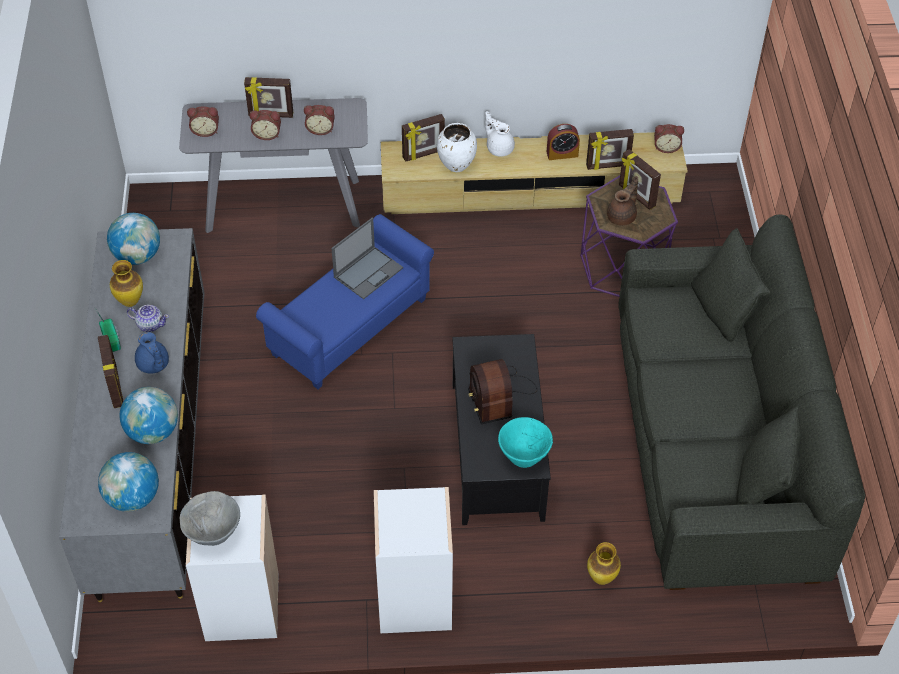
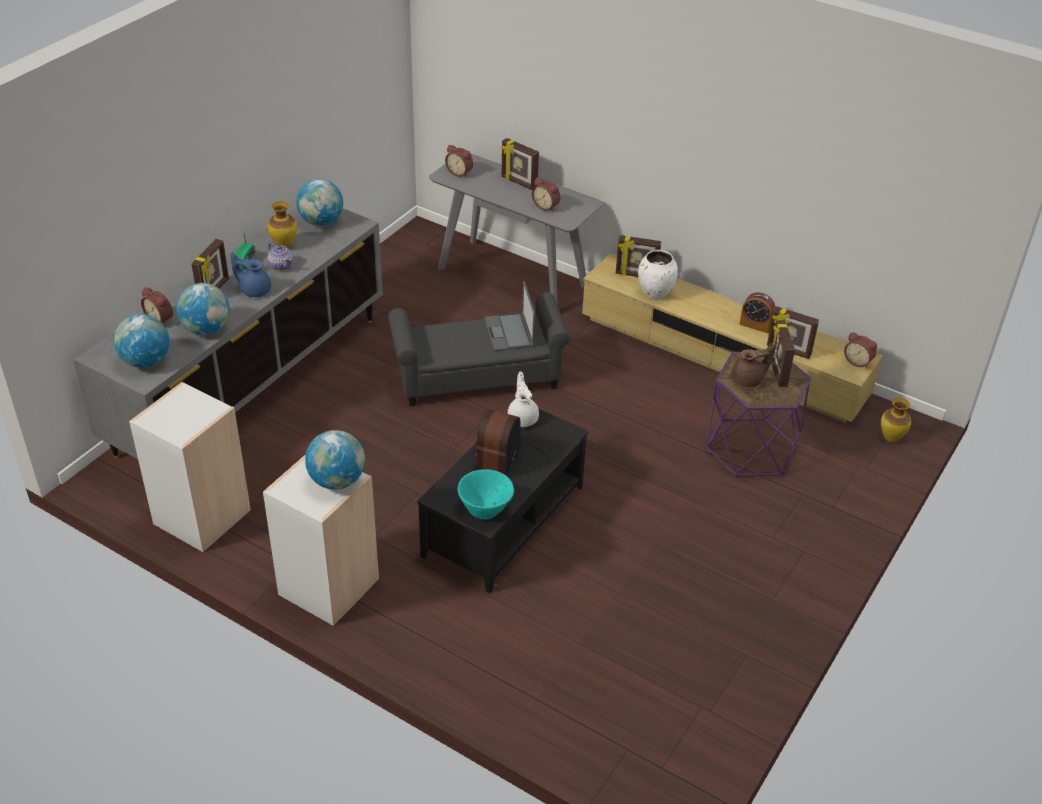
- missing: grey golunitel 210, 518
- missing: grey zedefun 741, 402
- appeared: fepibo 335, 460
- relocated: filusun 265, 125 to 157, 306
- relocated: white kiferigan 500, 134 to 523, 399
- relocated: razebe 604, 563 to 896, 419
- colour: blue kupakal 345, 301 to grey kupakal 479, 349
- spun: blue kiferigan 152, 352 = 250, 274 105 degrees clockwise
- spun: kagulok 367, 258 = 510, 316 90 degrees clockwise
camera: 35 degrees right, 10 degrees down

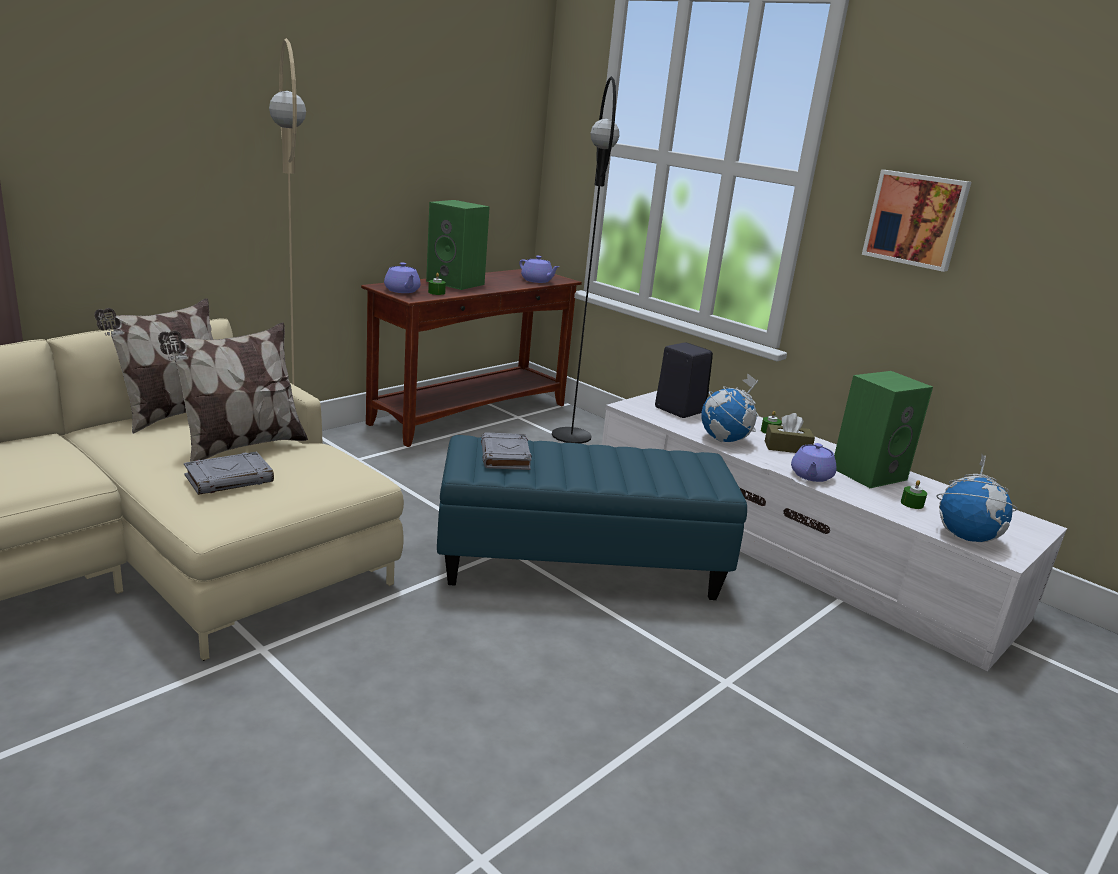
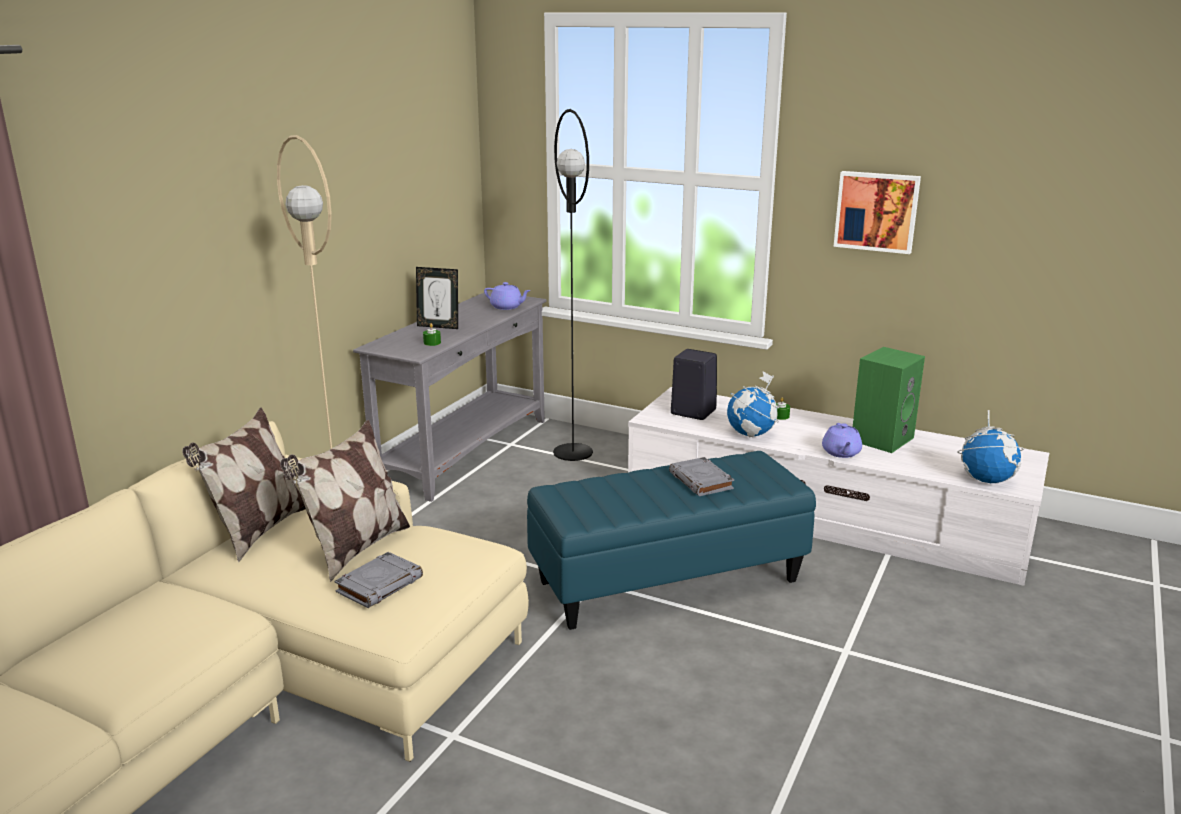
- missing: purple kiferigan 402, 278
- missing: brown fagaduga 790, 433
- missing: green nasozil 914, 494
- relocated: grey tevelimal 506, 451 to 701, 476
- exchanged: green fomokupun 458, 245 to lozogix 437, 298
- colour: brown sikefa 471, 358 to grey sikefa 450, 396
camera: 15 degrees left, 0 degrees up

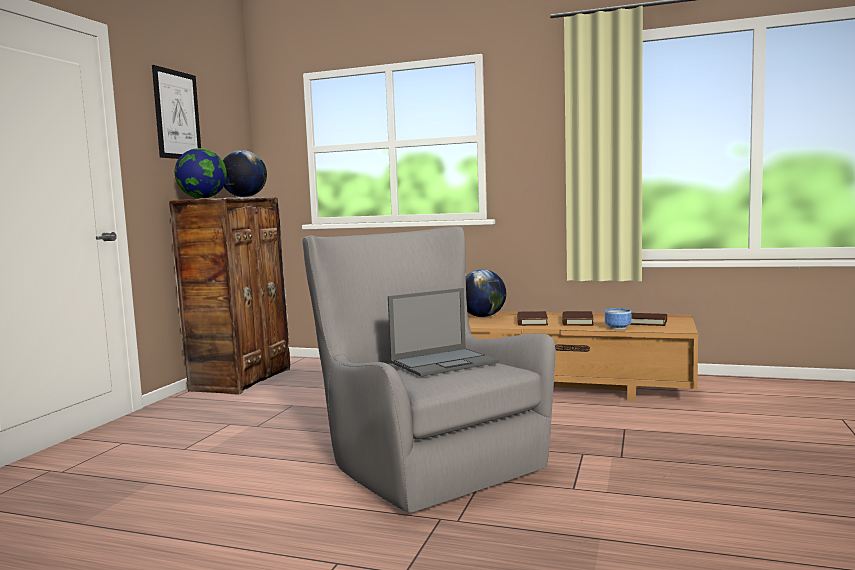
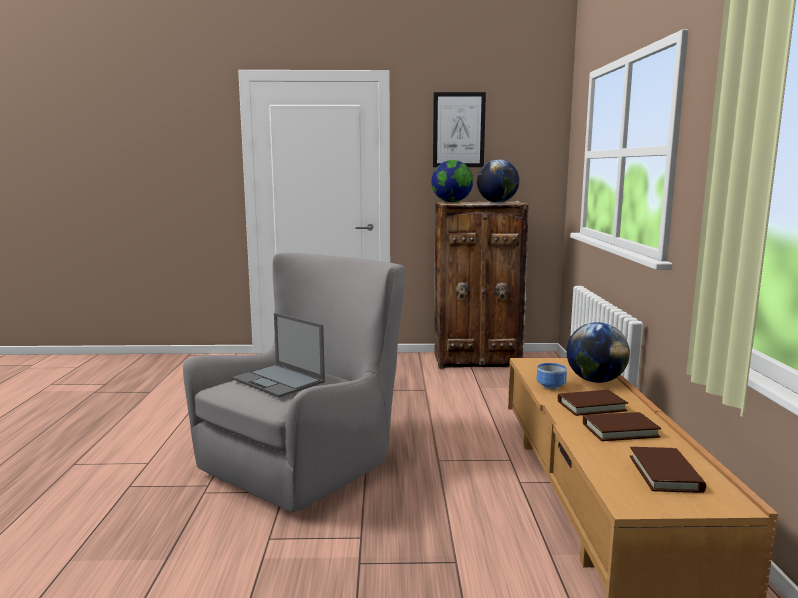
- relocated: golunitel 618, 319 to 552, 376
camera: 70 degrees right, 5 degrees up

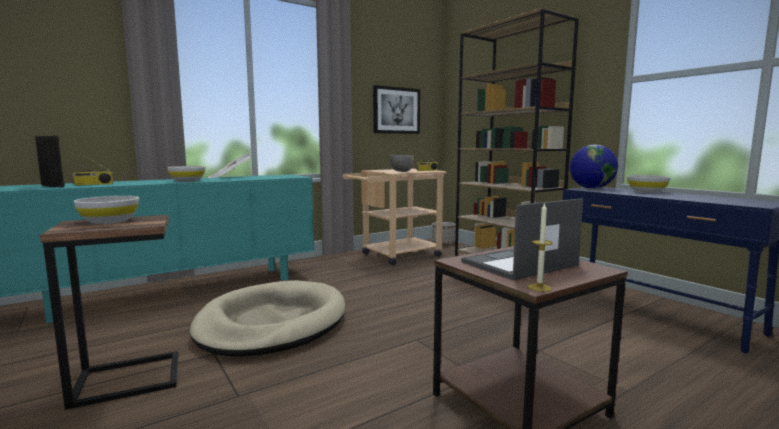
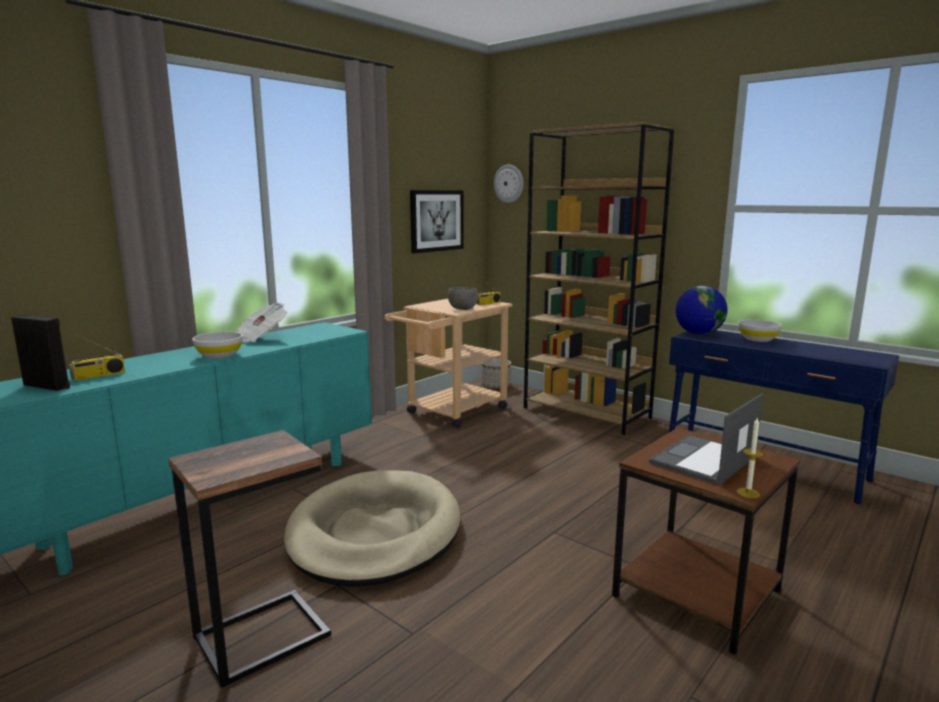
- missing: white golunitel 106, 210
- appeared: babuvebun 508, 183
camera: 15 degrees left, 5 degrees up

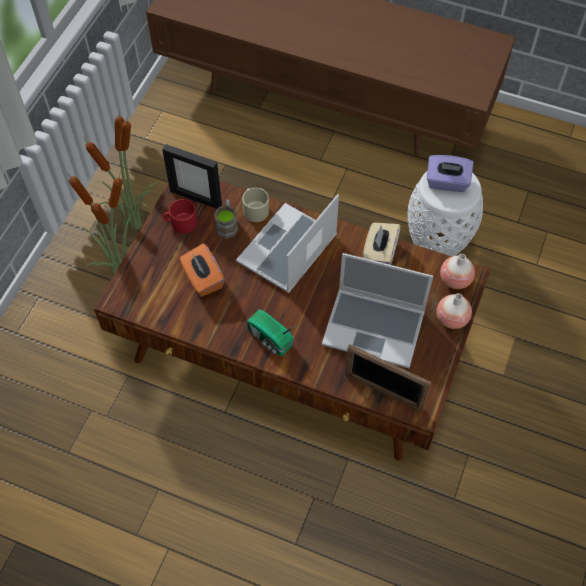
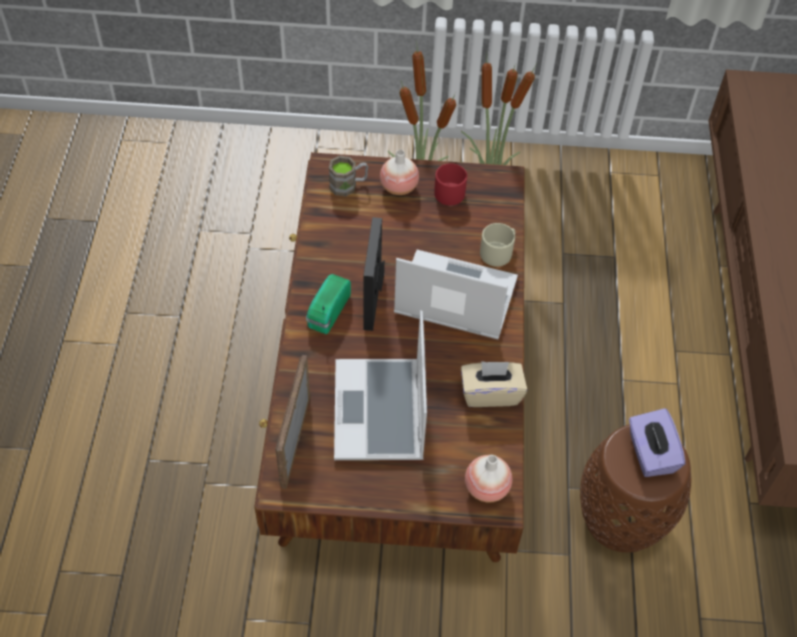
- missing: orange fagaduga 202, 270
- relocated: lozogix 192, 176 to 374, 274
- relocated: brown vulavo 226, 219 to 348, 176
- relocated: razebe 454, 311 to 399, 172
- colour: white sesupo 445, 213 to brown sesupo 635, 488
camera: 70 degrees right, 5 degrees down

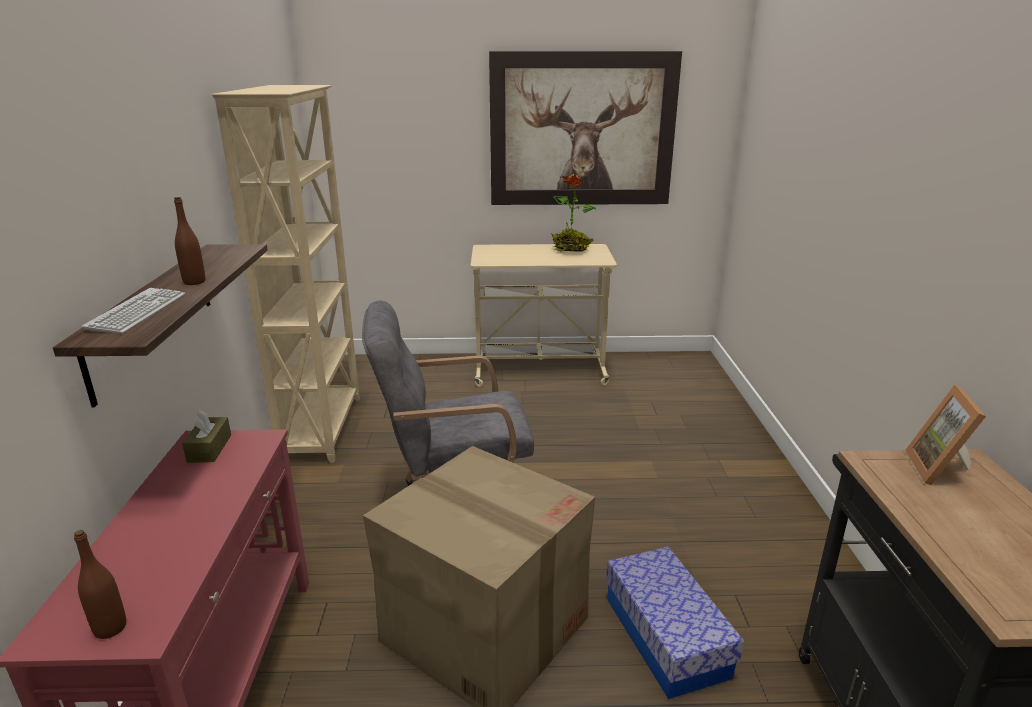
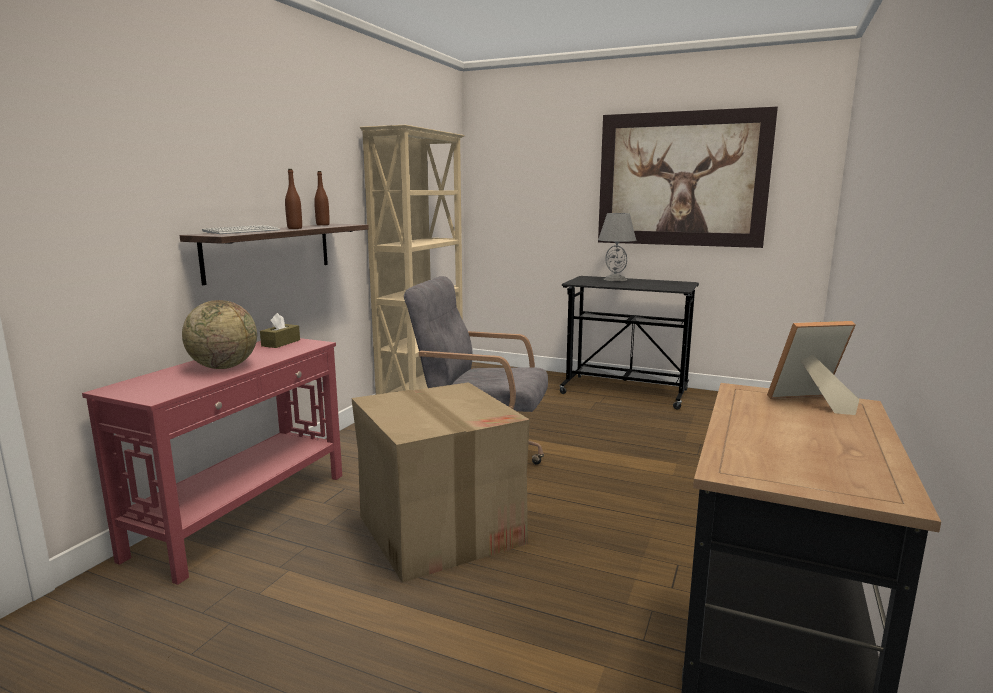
- missing: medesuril 573, 213
- missing: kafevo 675, 623
- appeared: fepibo 219, 334
- appeared: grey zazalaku 617, 247
- relocated: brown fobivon 100, 584 to 322, 198
- colour: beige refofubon 544, 315 to black refofubon 629, 342
- spun: lozogix 945, 435 = 813, 368 45 degrees clockwise
camera: 25 degrees right, 10 degrees down

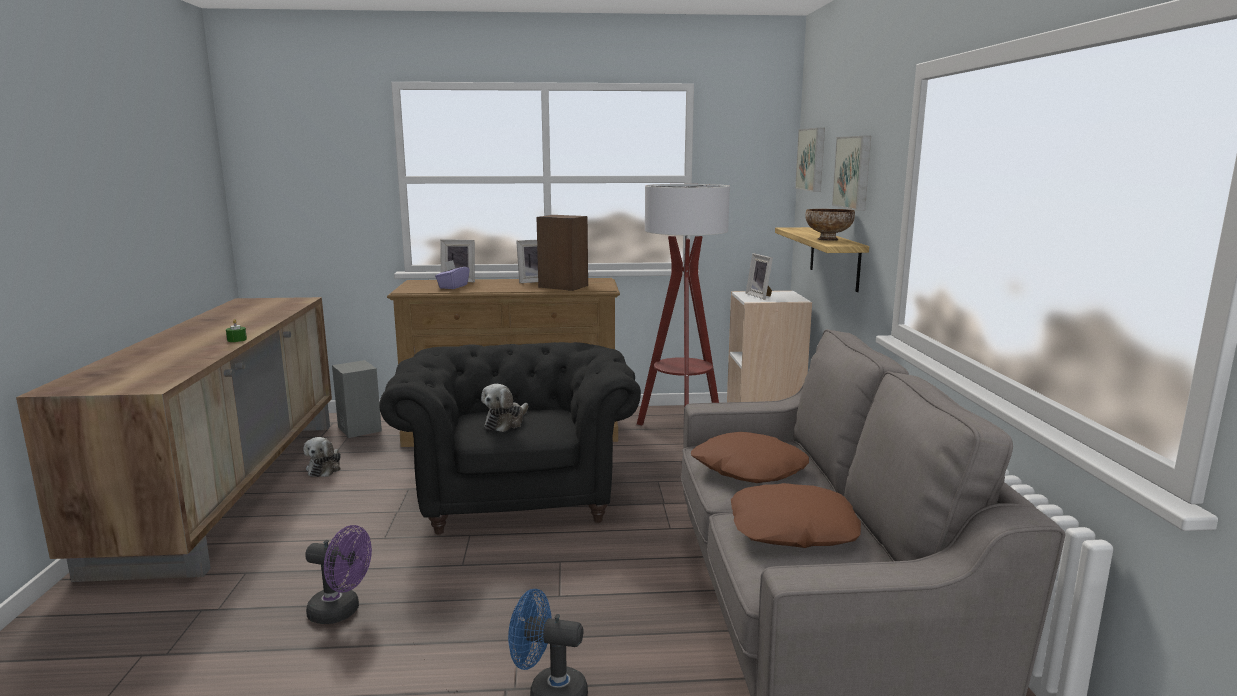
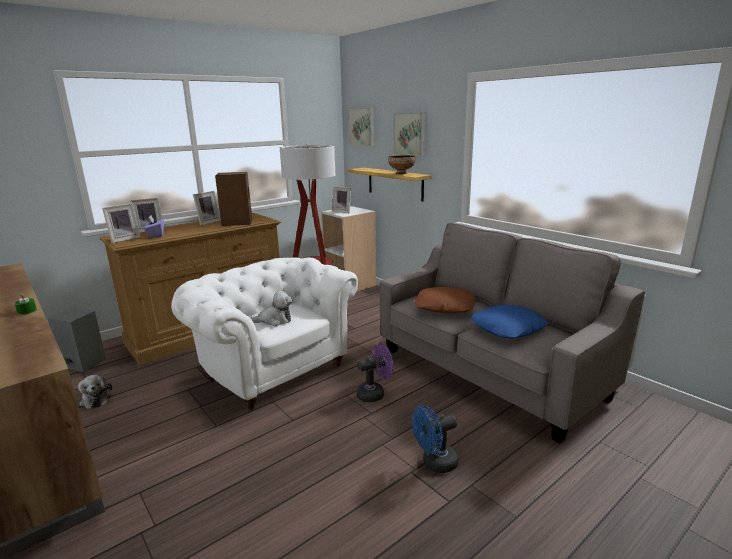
- appeared: lozogix 121, 223
- relocated: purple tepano 338, 574 to 374, 372
- colour: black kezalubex 510, 438 to white kezalubex 264, 334
- colour: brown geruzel 796, 515 to blue geruzel 509, 322
- spun: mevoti 504, 408 = 270, 308 90 degrees counterclockwise
camera: 35 degrees left, 5 degrees up

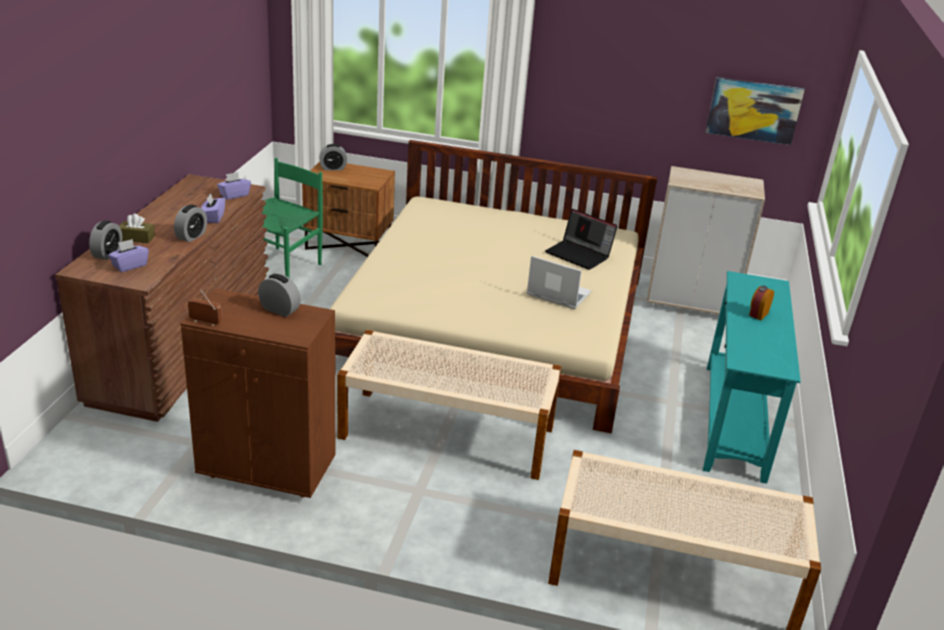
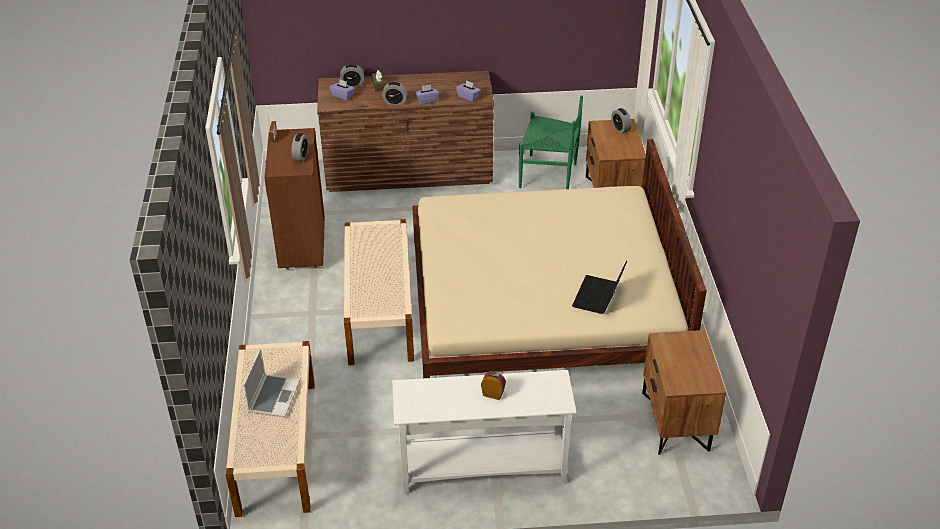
- missing: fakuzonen 755, 111
- relocated: kagulok 559, 282 to 271, 383
- exchanged: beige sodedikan 706, 240 to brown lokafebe 684, 392
- colour: turquoise sikefa 752, 377 to white sikefa 484, 432
camera: 75 degrees right, 10 degrees up

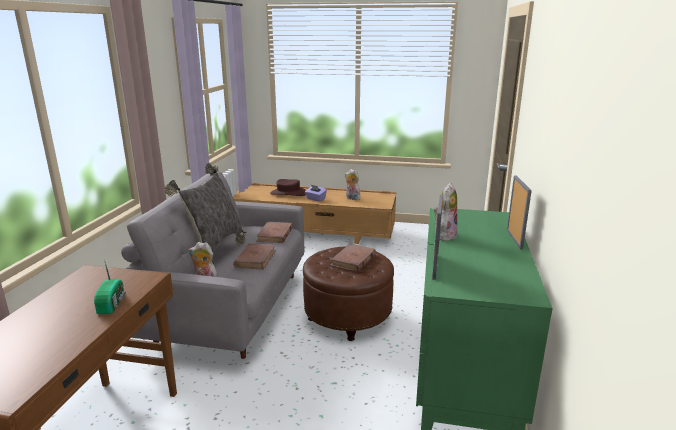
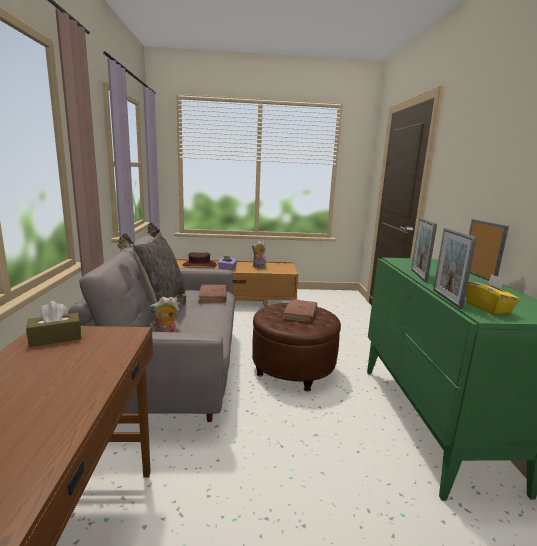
- missing: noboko 110, 286
- missing: brown tevelimal 254, 257
- appeared: brown fagaduga 53, 324
- appeared: yellow fagaduga 493, 294
- exchanged: mevoti 446, 212 to lozogix 424, 250
camera: 15 degrees left, 5 degrees down

